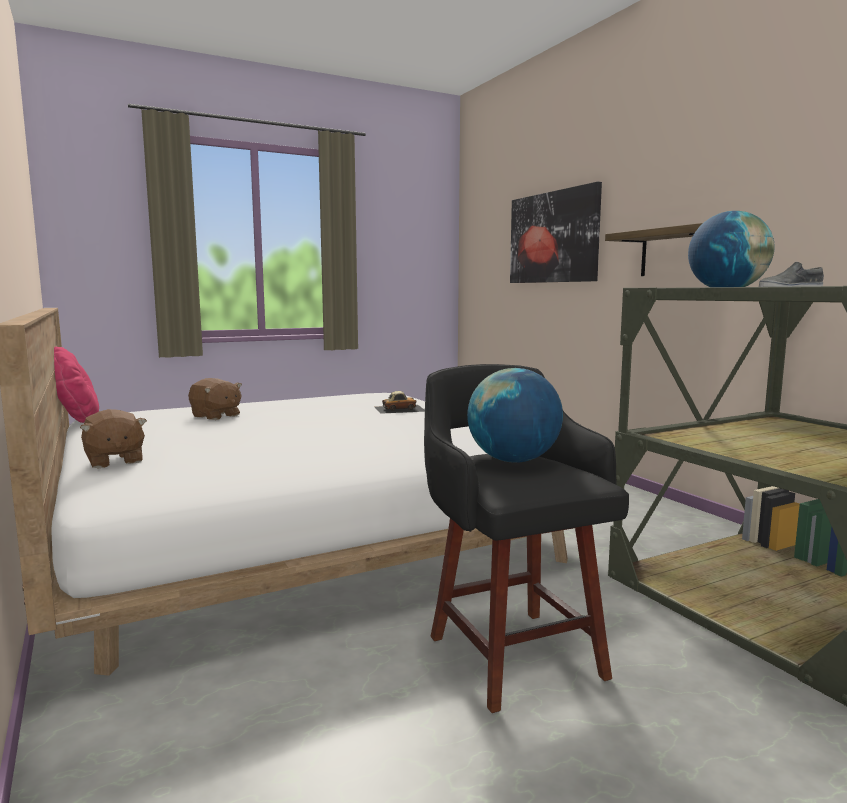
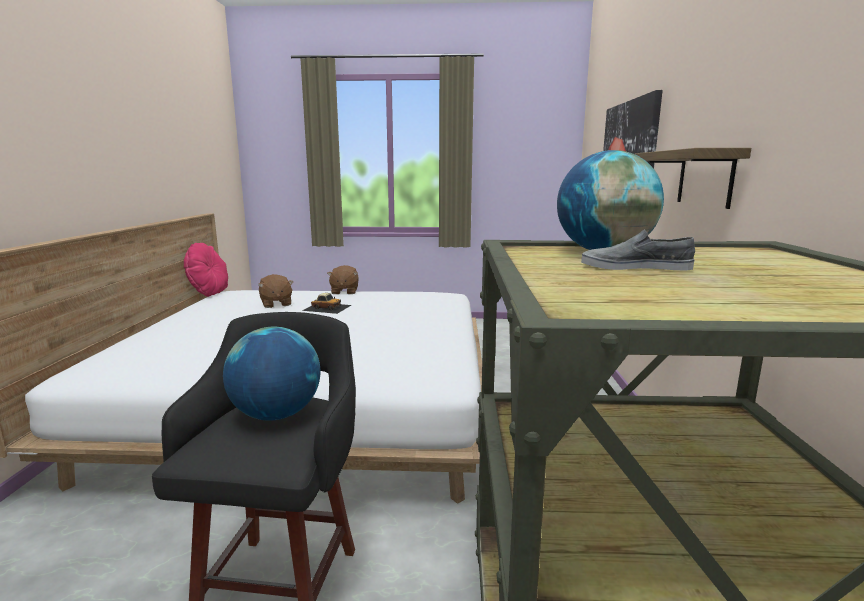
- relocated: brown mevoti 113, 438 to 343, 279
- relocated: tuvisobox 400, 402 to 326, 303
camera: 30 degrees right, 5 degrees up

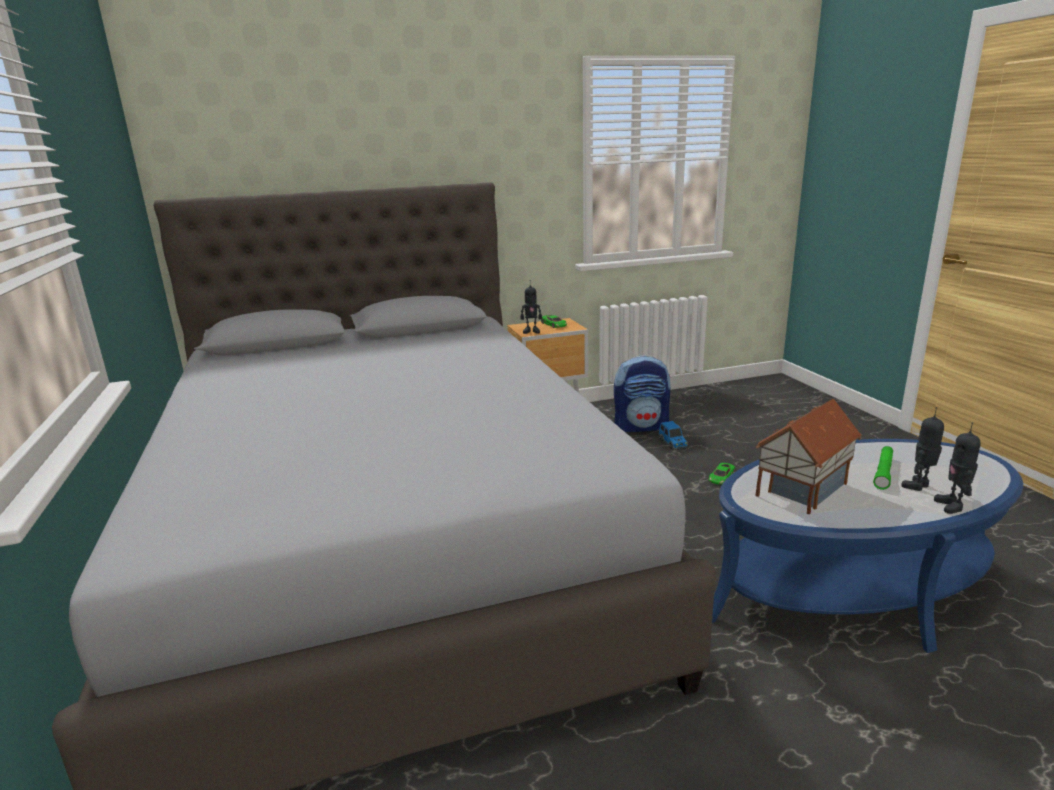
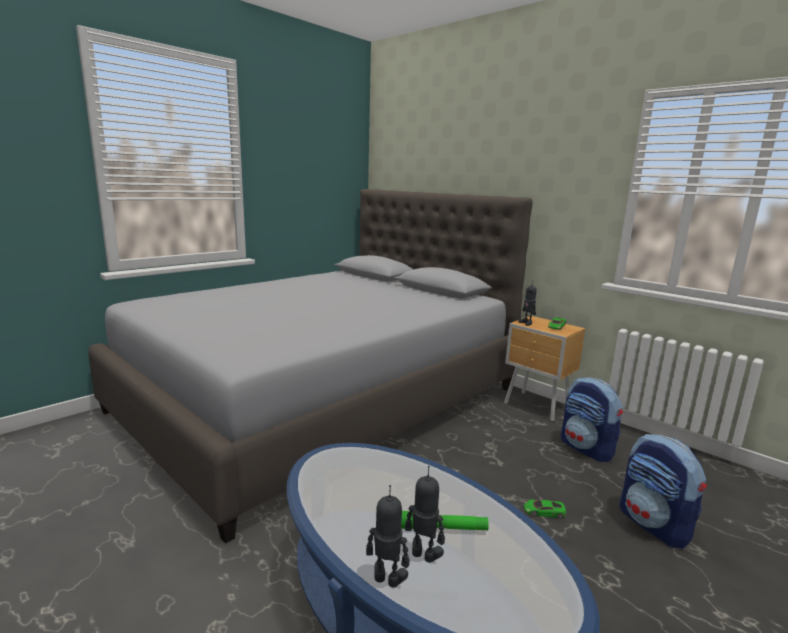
- missing: tuvisobox 673, 435
- missing: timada 808, 456
- appeared: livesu 663, 491
- spun: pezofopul 957, 468 = 388, 536 45 degrees clockwise
camera: 60 degrees right, 5 degrees down

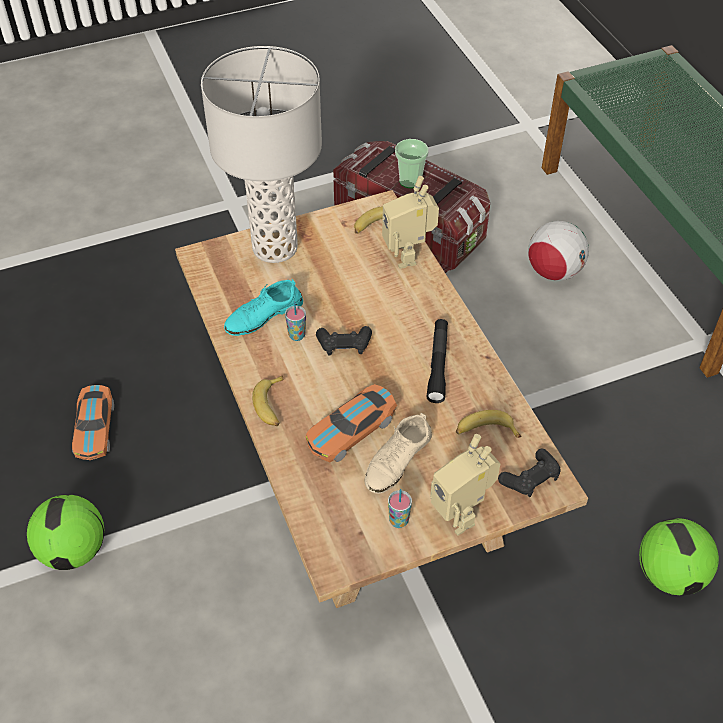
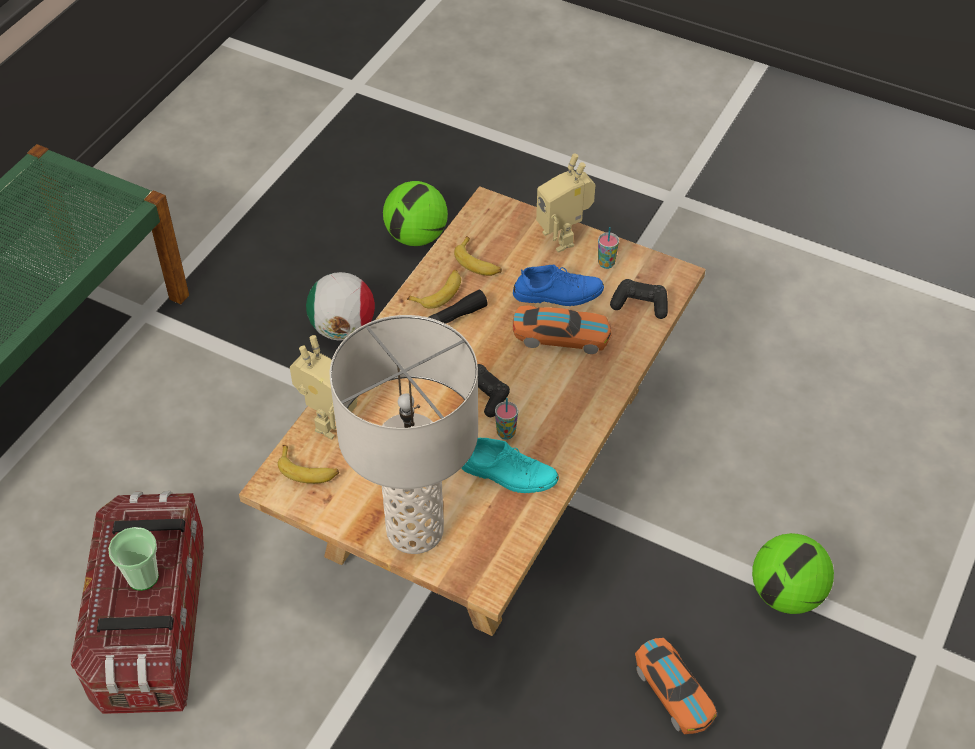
- relocated: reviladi 267, 400 to 434, 289
- relocated: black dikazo 529, 472 to 639, 299
- relocated: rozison 558, 251 to 340, 306
- colour: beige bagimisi 398, 453 to blue bagimisi 558, 285
- spun: tuvisobox 93, 422 = 676, 686 105 degrees clockwise
- spun: pezofopul 465, 485 = 566, 203 135 degrees clockwise
camera: 130 degrees left, 0 degrees up

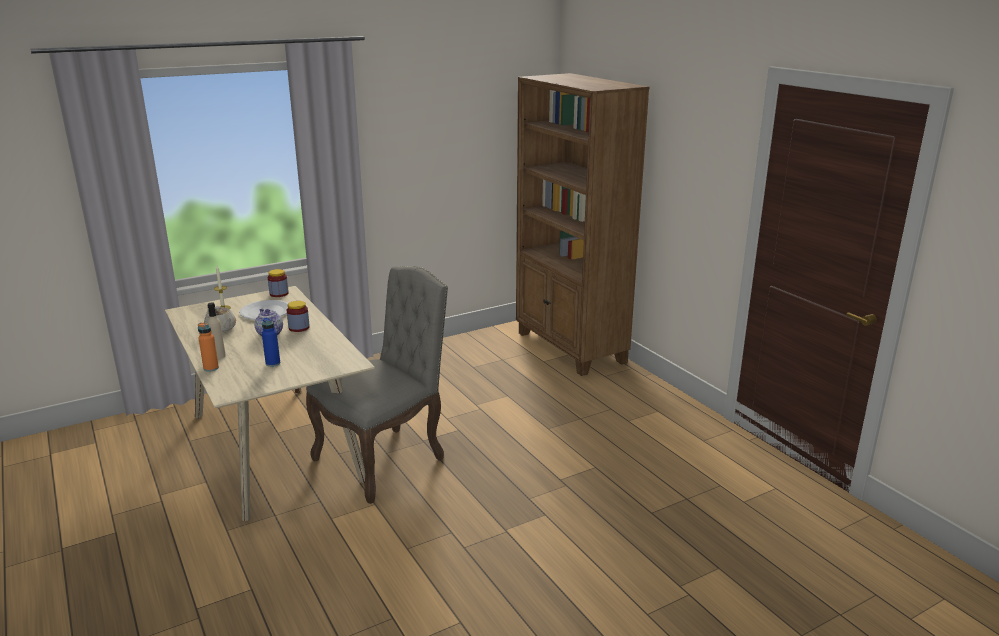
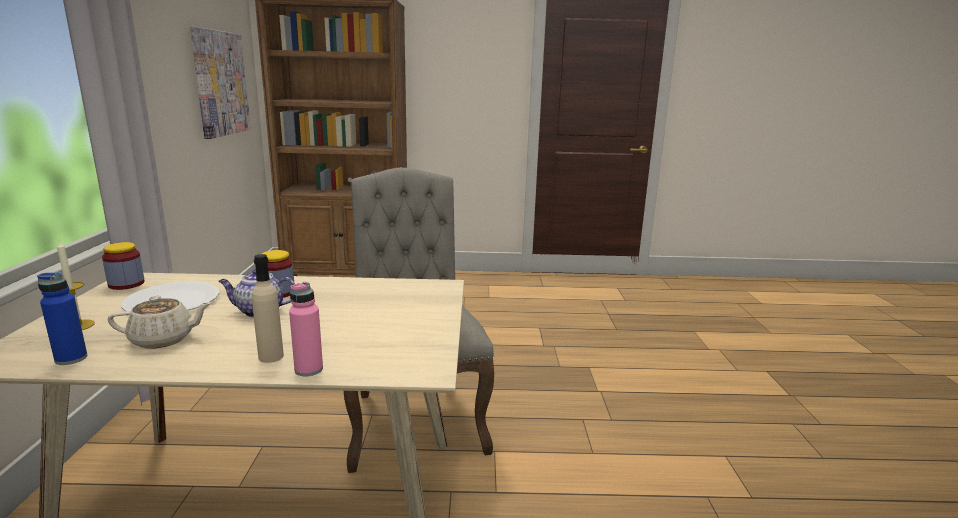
- appeared: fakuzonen 220, 83
- relocated: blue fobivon 271, 342 to 62, 318
- colour: orange fobivon 208, 347 to pink fobivon 306, 329
camera: 60 degrees left, 5 degrees down

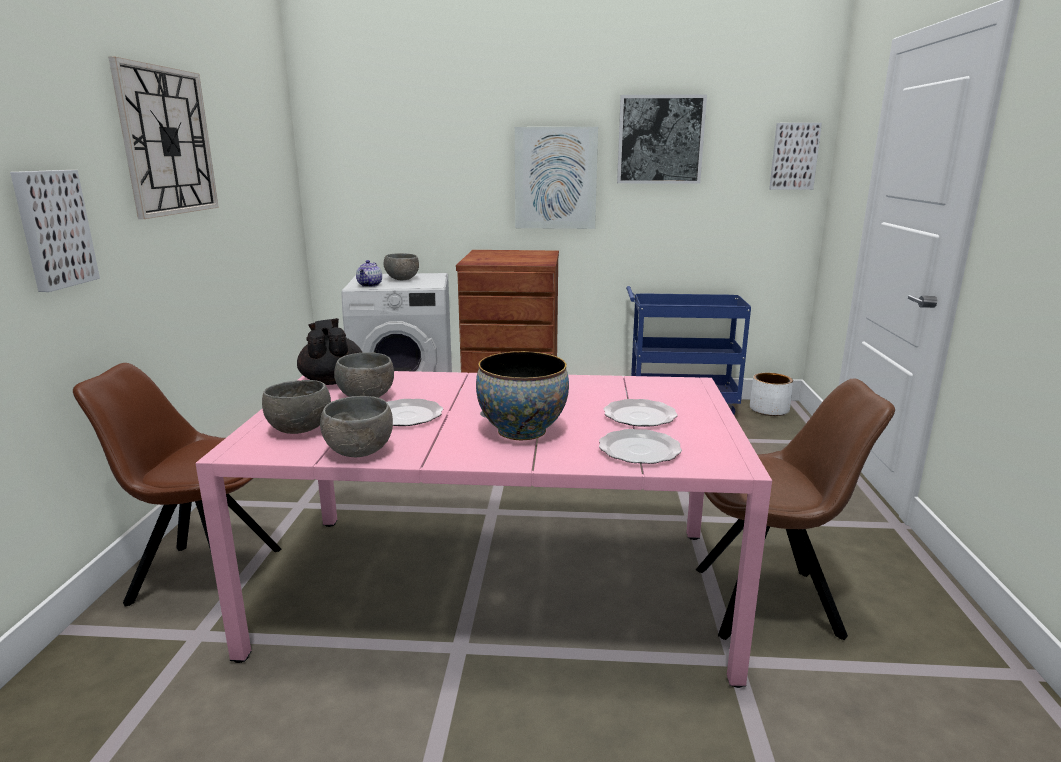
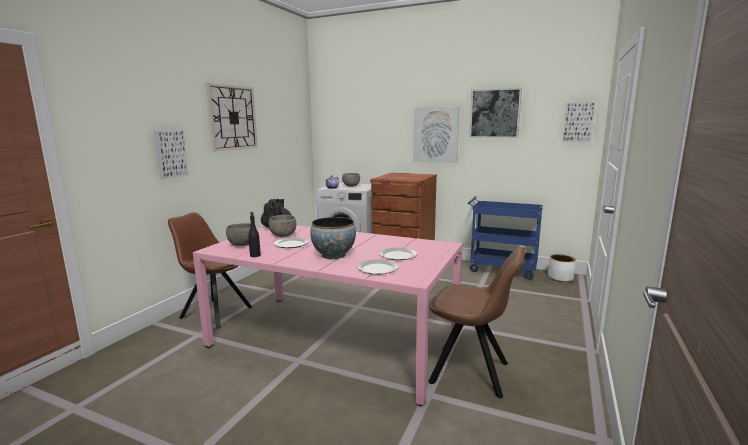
- exchanged: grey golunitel 356, 426 to black fobivon 254, 234
camera: 20 degrees right, 5 degrees down

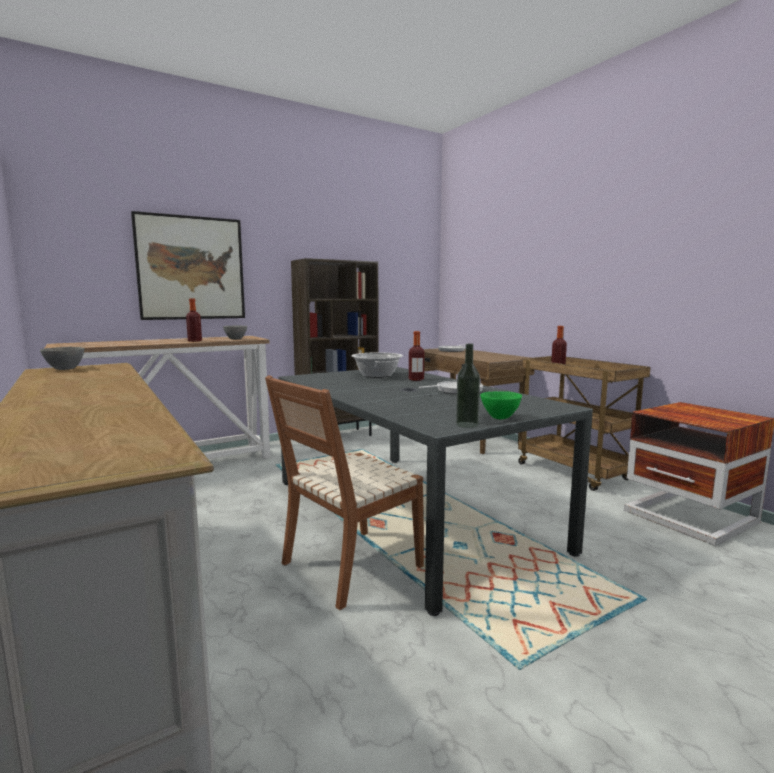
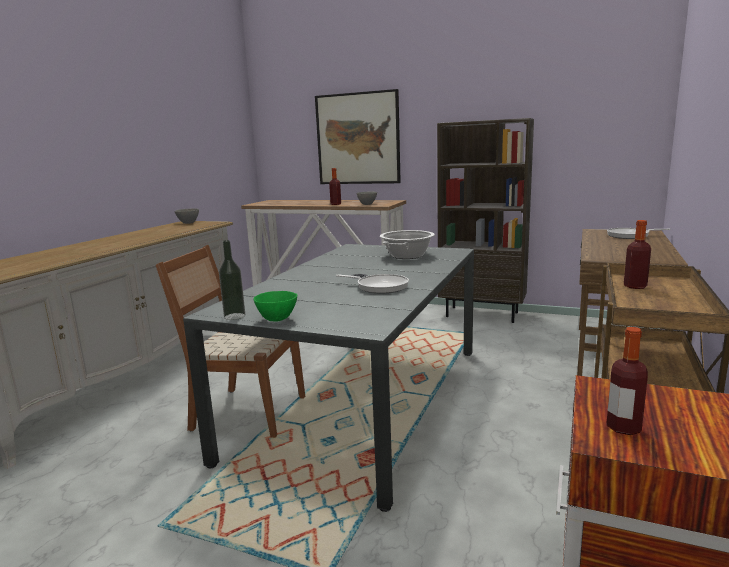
- relocated: fobivon 416, 356 to 627, 381
camera: 55 degrees right, 5 degrees up

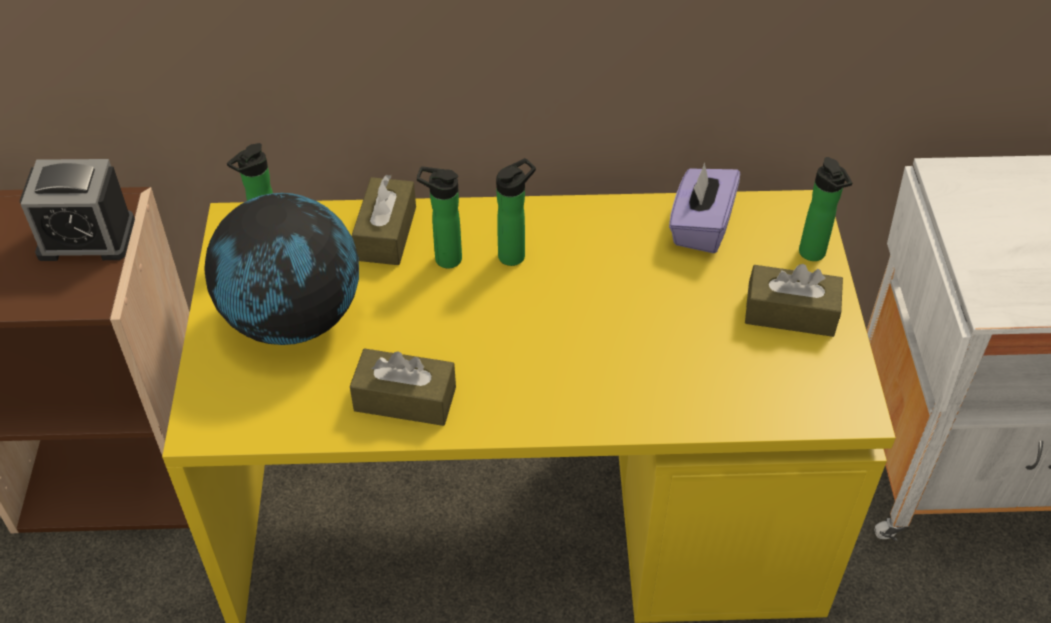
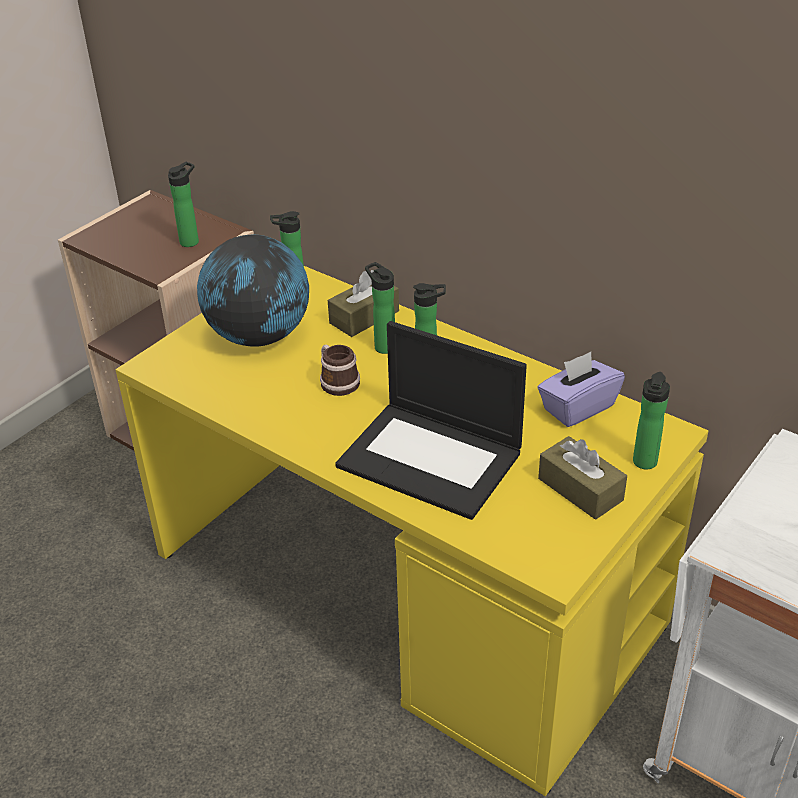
- missing: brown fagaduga 403, 387
- appeared: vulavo 340, 370
- appeared: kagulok 431, 420
- exchanged: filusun 77, 210 to fobivon 183, 204
camera: 40 degrees right, 10 degrees down

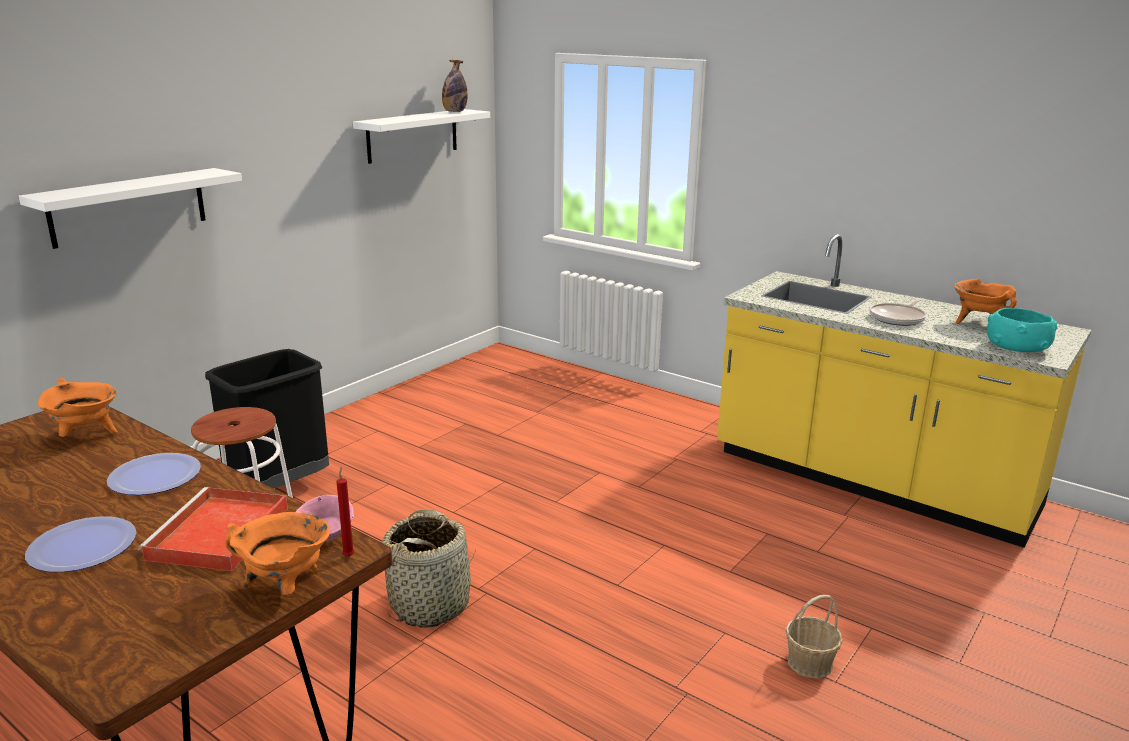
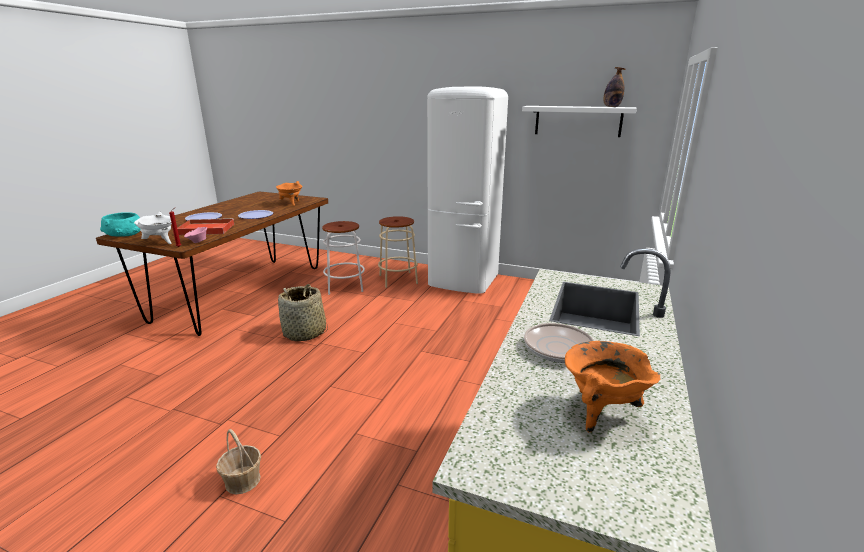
- missing: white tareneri 130, 208
- appeared: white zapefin 467, 190
- relocated: turquoise golunitel 1022, 330 to 120, 224
- exchanged: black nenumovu 267, 419 to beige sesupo 398, 252
- colour: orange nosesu 277, 553 to white nosesu 153, 228
camera: 75 degrees right, 0 degrees up

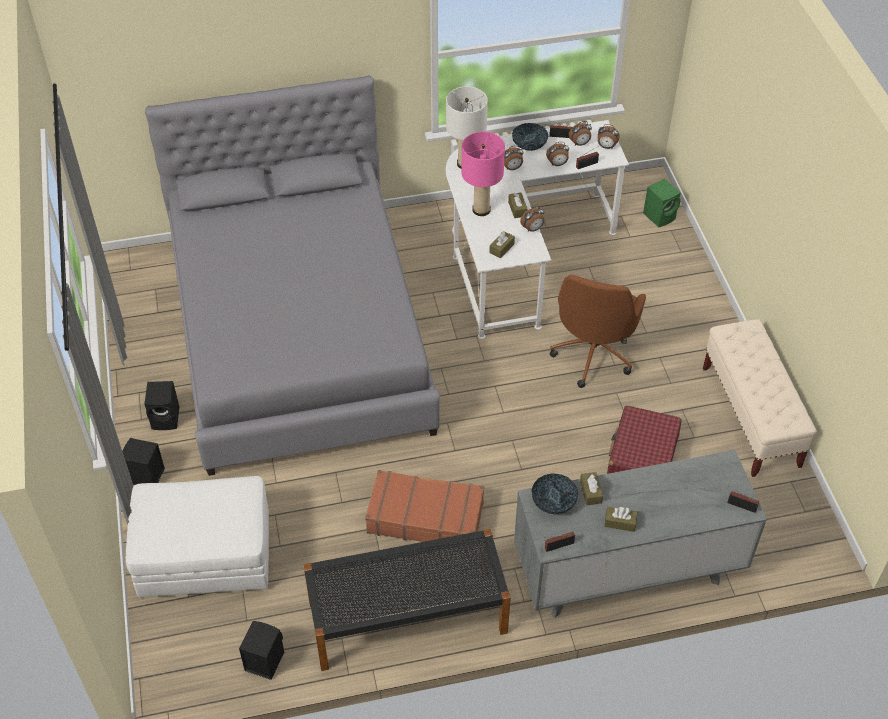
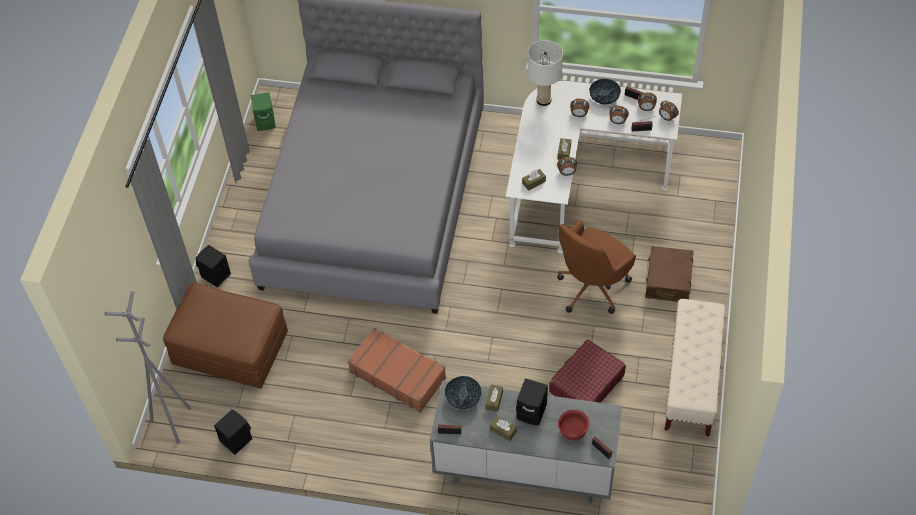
- missing: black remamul 407, 600
- missing: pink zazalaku 483, 174
- appeared: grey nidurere 148, 367
- appeared: red golunitel 573, 425
- appeared: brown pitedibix 669, 274
- relocated: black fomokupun 161, 405 to 532, 401
- relocated: green fomokupun 662, 203 to 263, 111
- colour: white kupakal 197, 536 to brown kupakal 225, 336
camera: 25 degrees right, 5 degrees up

